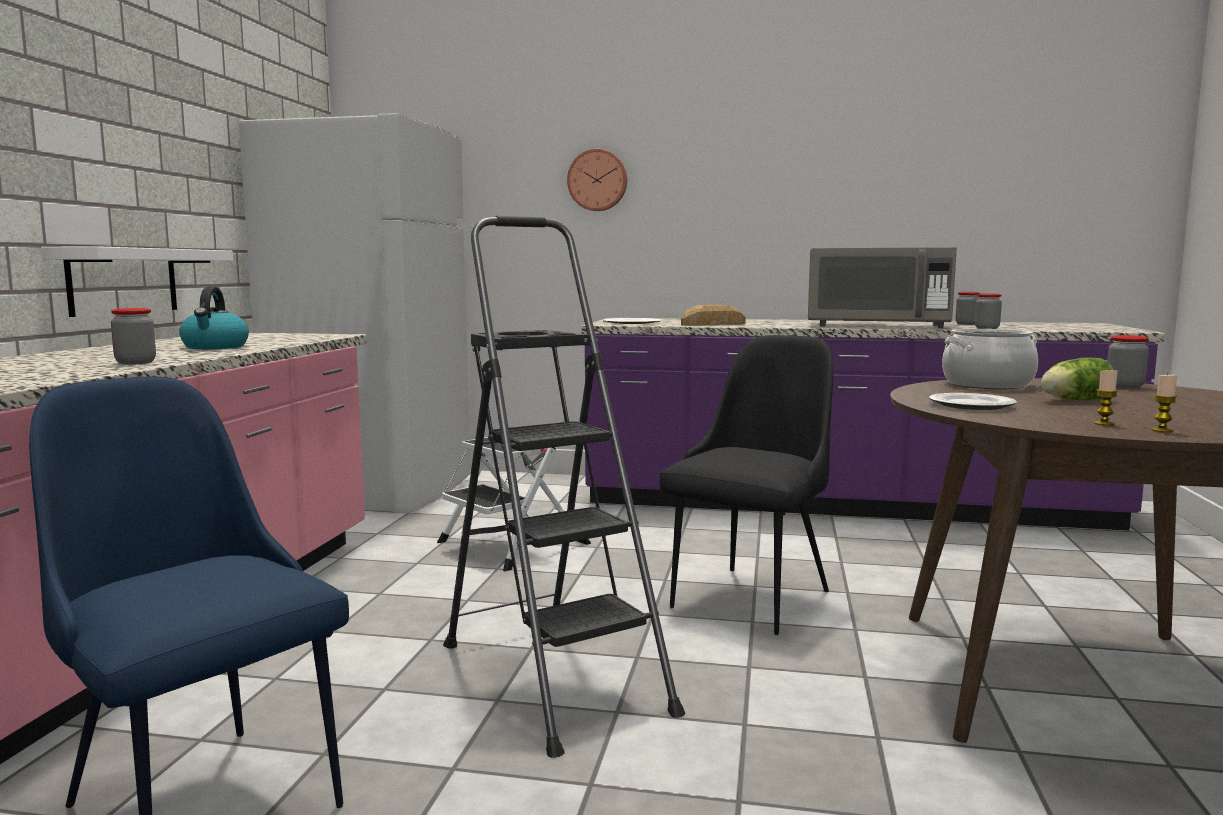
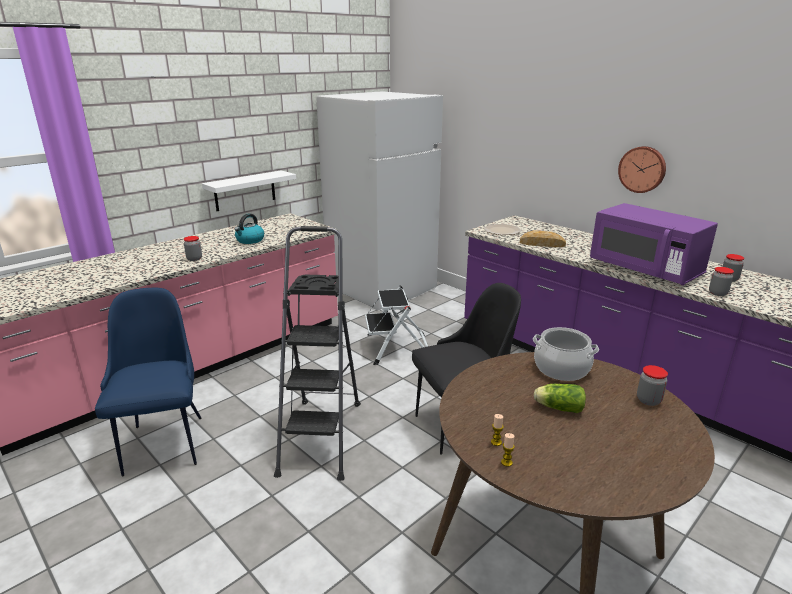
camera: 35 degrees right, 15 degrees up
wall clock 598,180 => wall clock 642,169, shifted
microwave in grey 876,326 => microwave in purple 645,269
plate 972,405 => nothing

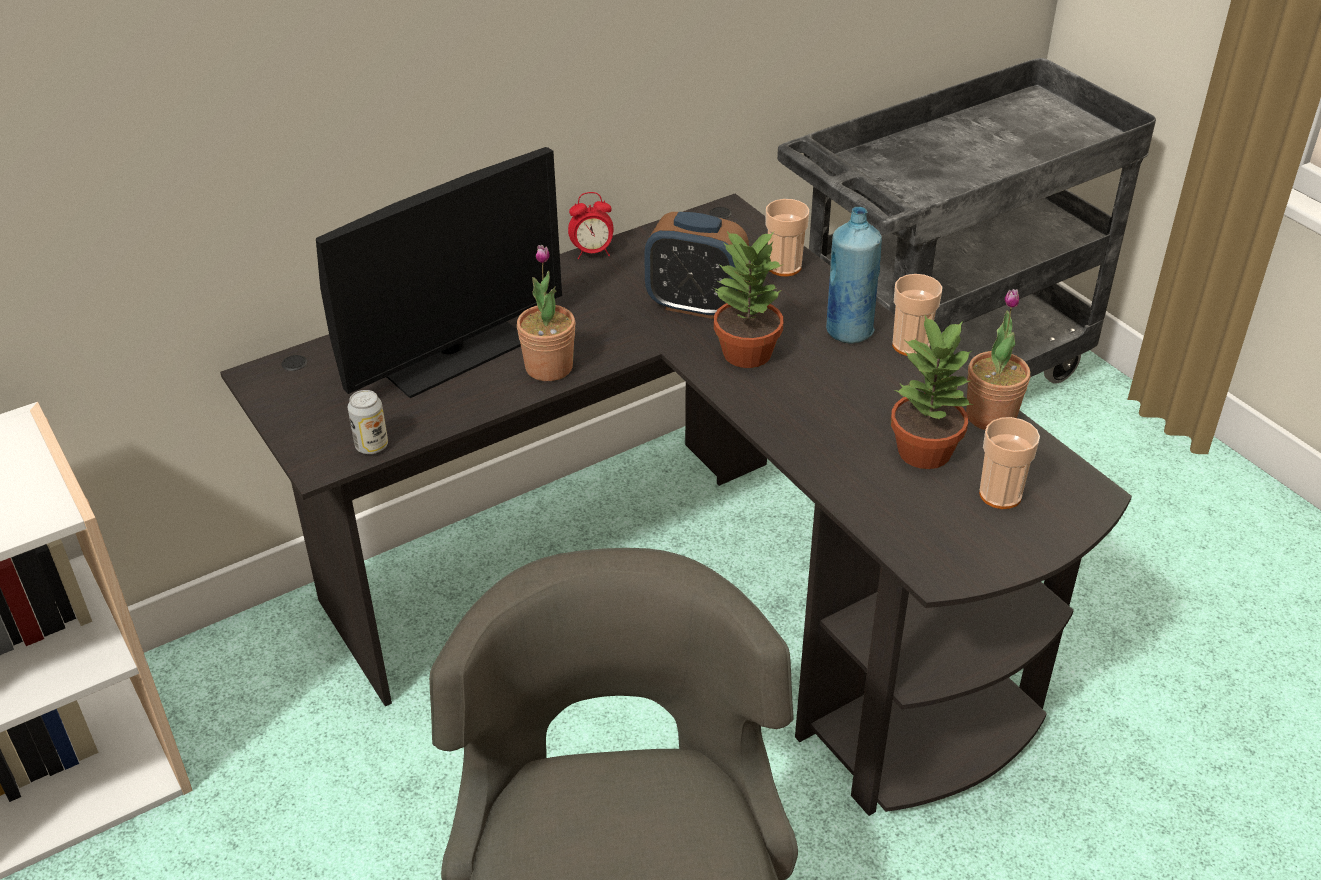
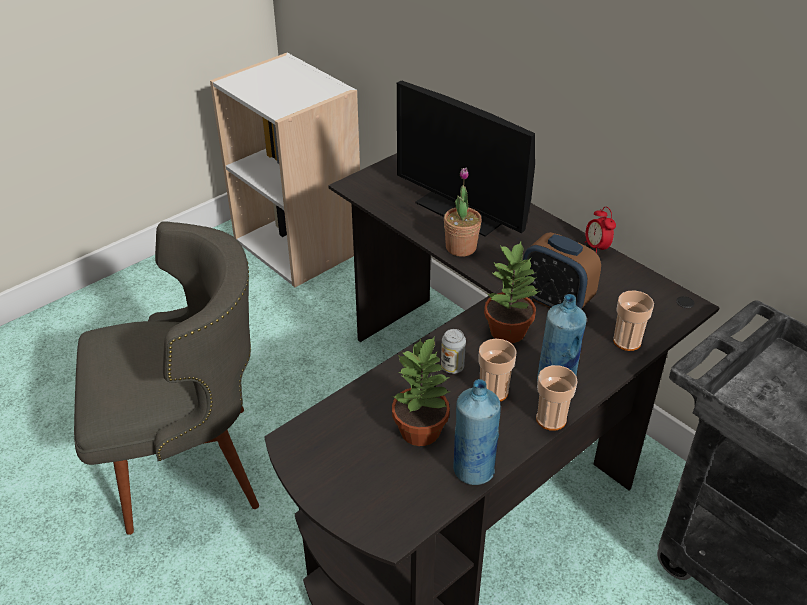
camera: 80 degrees right, 0 degrees up
alarm clock 695,305 => alarm clock 555,301, 60 degrees counterclockwise
potted plant 990,416 => bottle in blue 473,470
can 372,446 => can 452,367, shifted
cup 1000,495 => cup 493,391, shifted

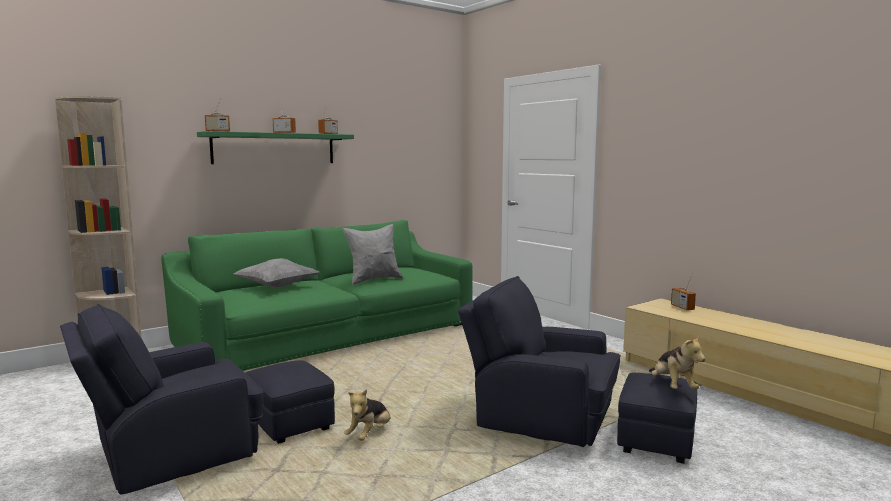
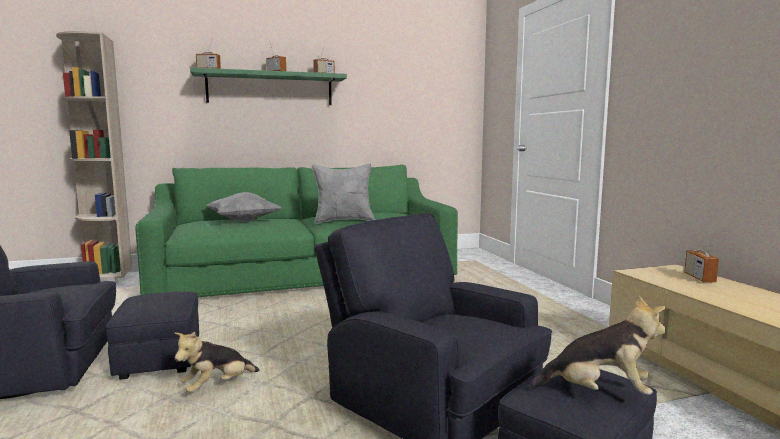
camera: 20 degrees right, 0 degrees up
plush toy 672,386 => plush toy 598,392, 90 degrees counterclockwise

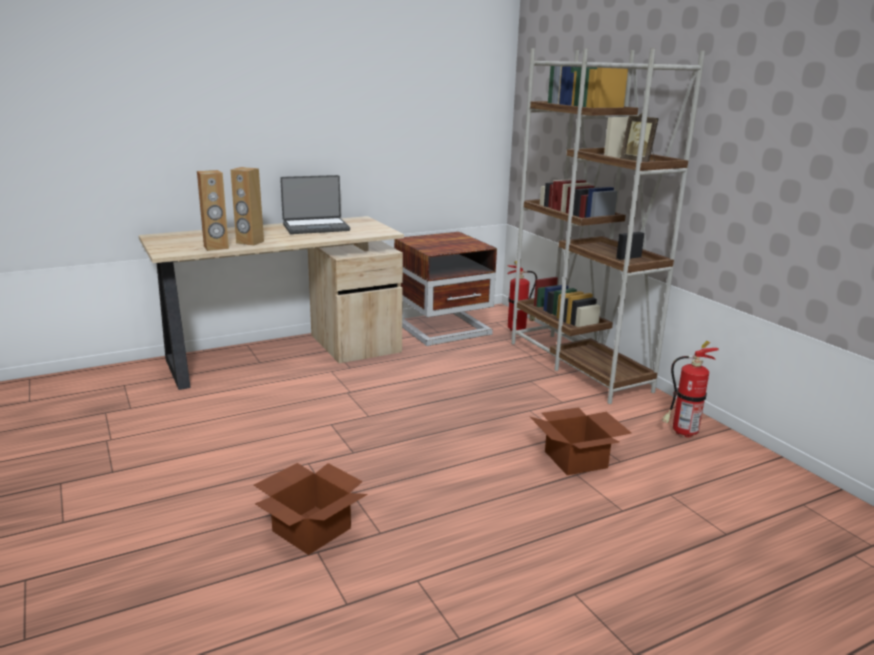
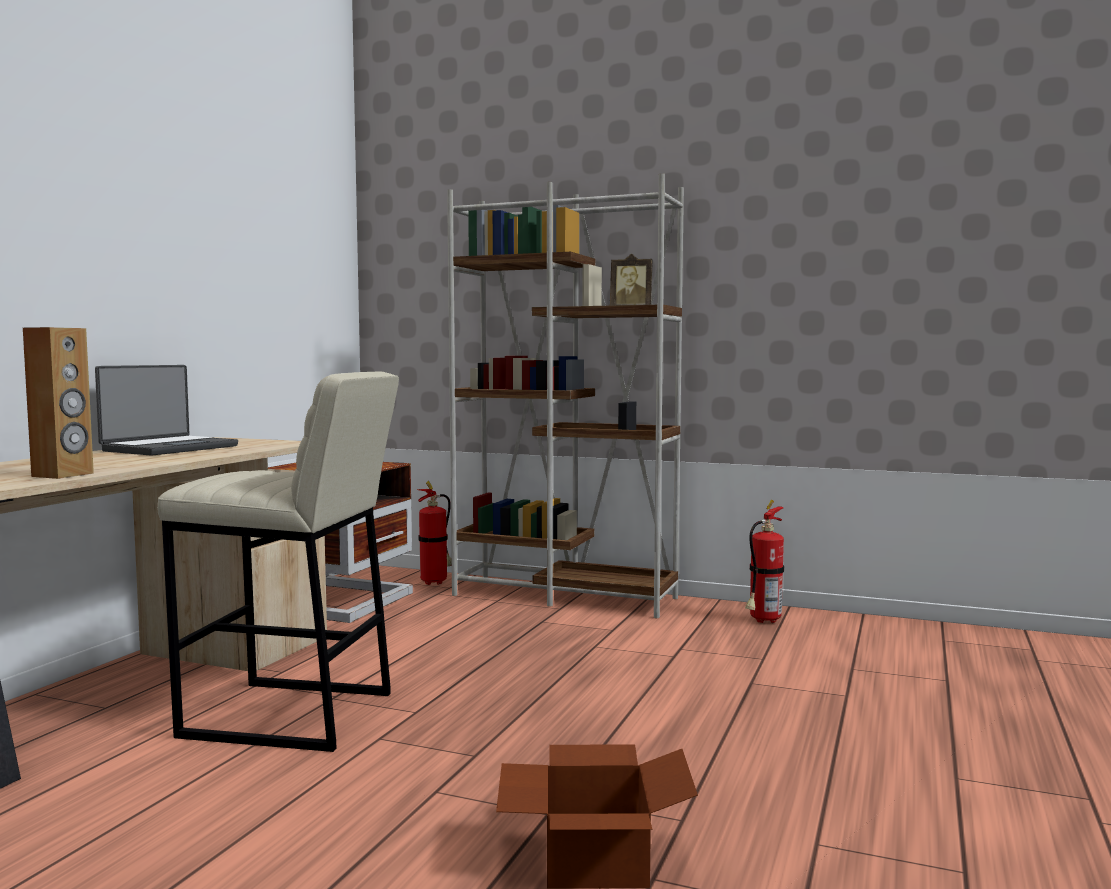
camera: 40 degrees left, 15 degrees down
speaker in brown 249,242 => nothing
cardboard box 577,460 => nothing
nothing => stool in beige 294,715

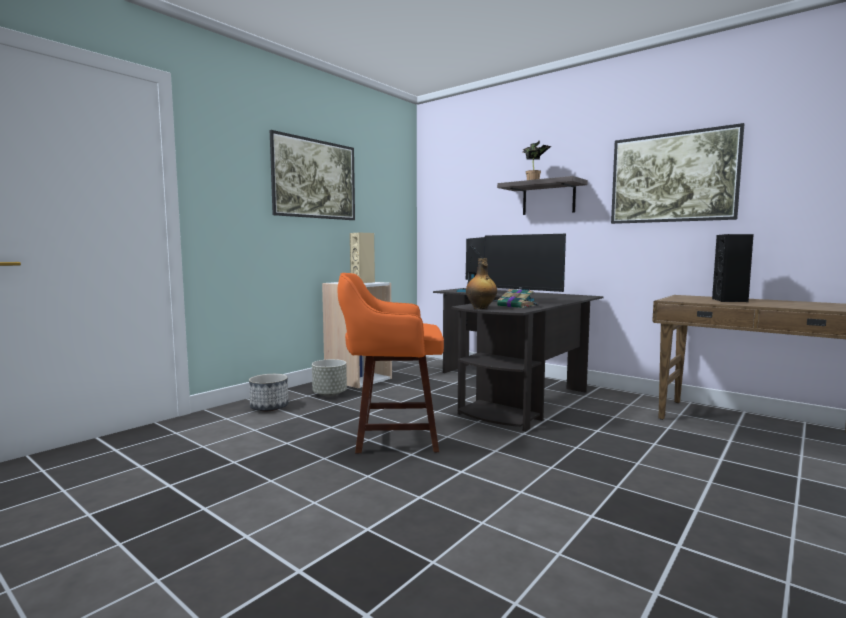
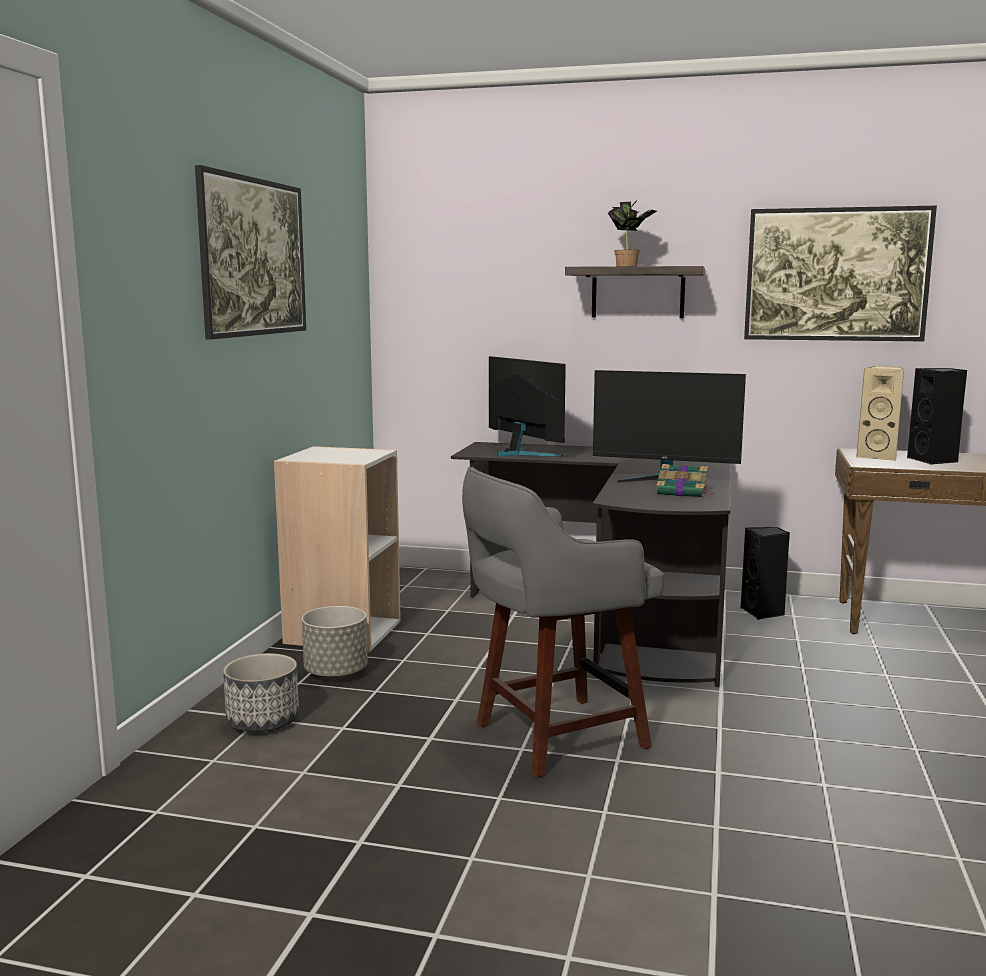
camera: 25 degrees left, 5 degrees up
speaker in beige 363,282 => speaker in beige 879,456, shifted
bottle 481,308 => nothing
stool in orange 392,438 => stool in grey 553,737
nothing => speaker in black 763,613

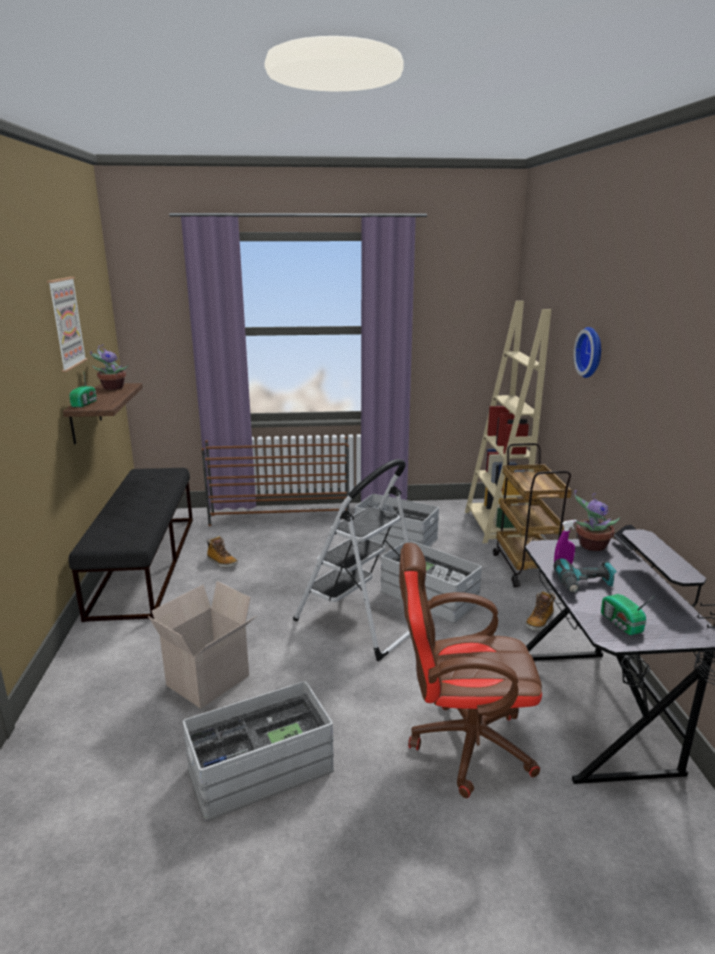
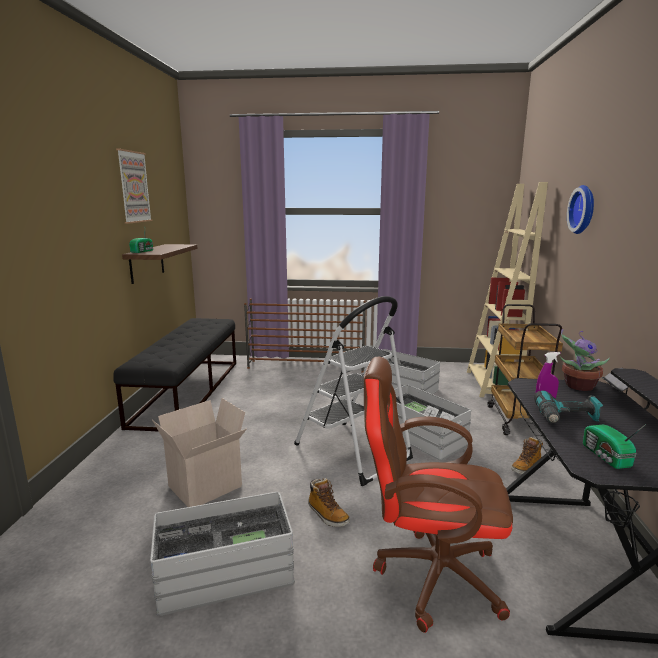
camera: 10 degrees right, 5 degrees down
potted plant 112,388 => nothing
boot 222,562 => boot 327,515, shifted

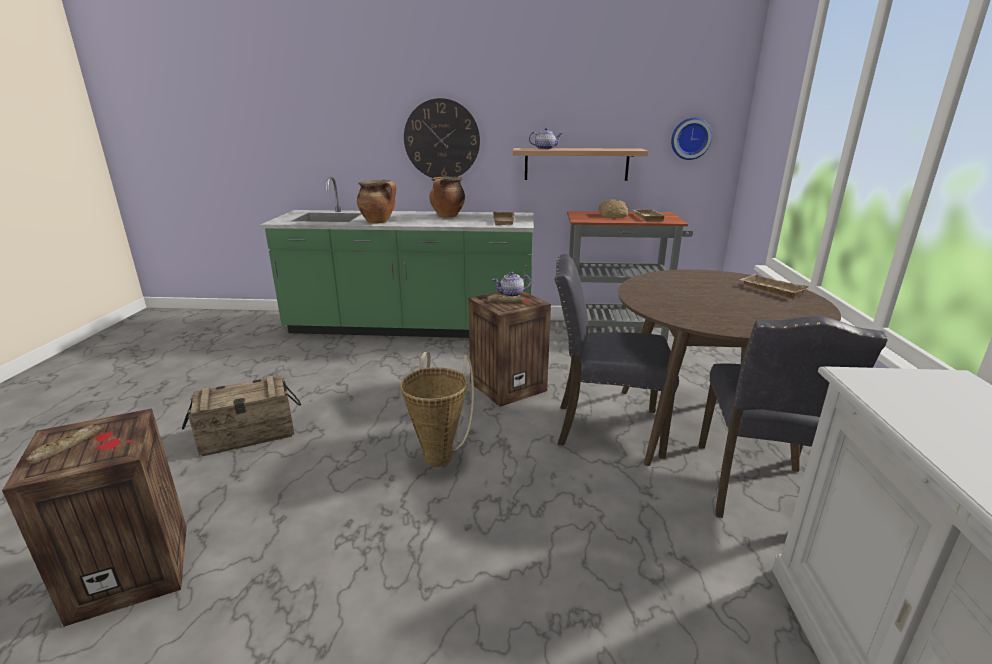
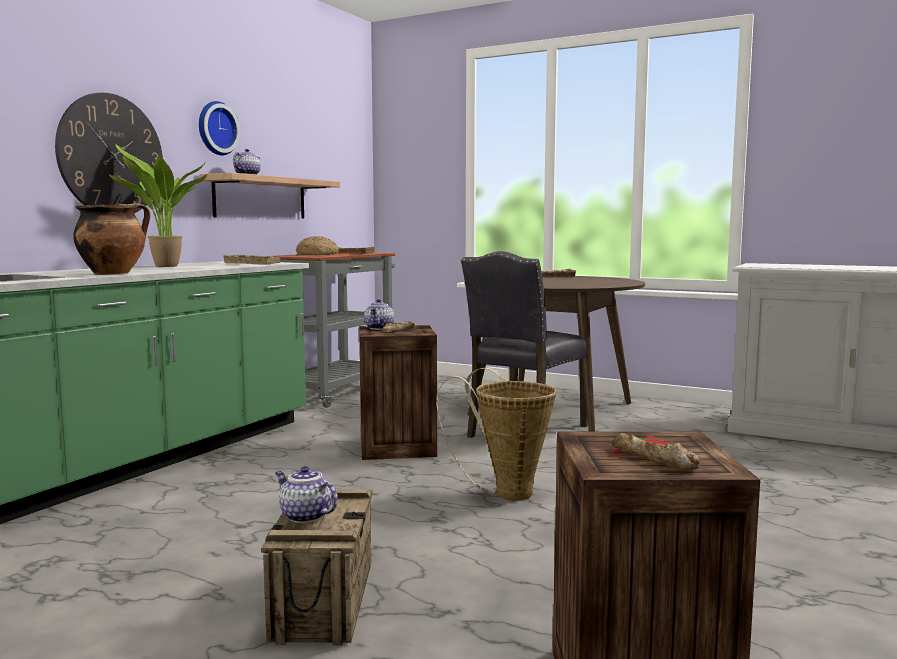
camera: 65 degrees left, 15 degrees down
wall clock 690,138 => wall clock 215,128, shifted
cooking pot 447,216 => potted plant 163,266
chair in grey 755,487 => nothing
nothing => teapot 304,516

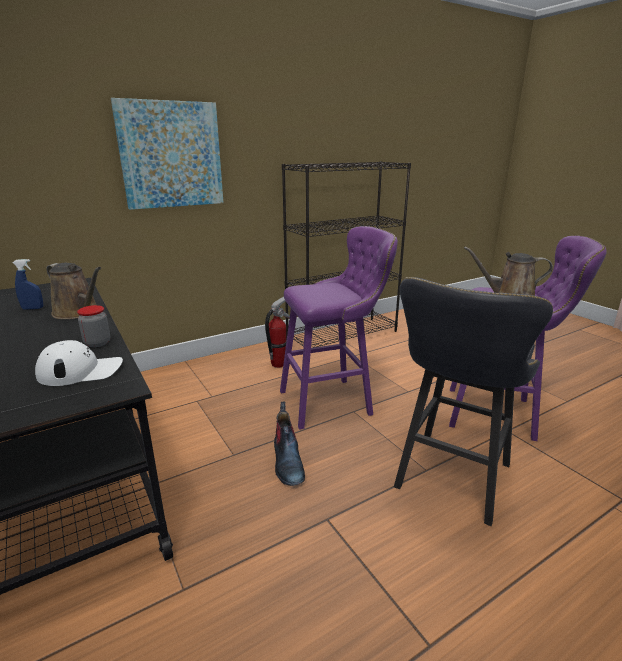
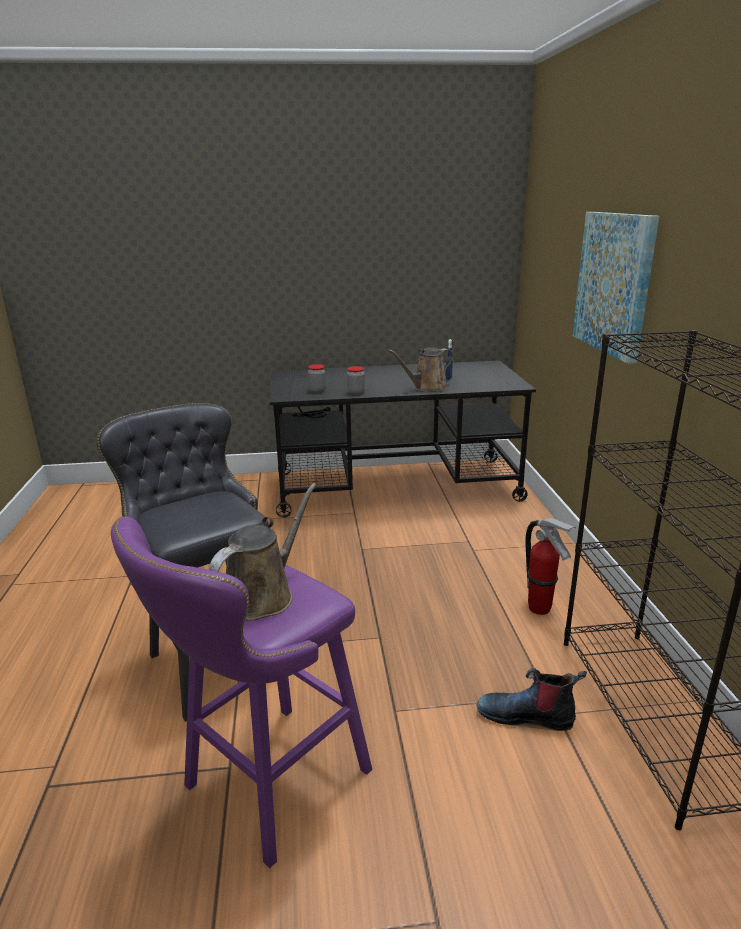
camera: 115 degrees right, 0 degrees up
stool in purple 335,400 => nothing
cap in white 81,371 => jar 317,390
boot 287,462 => boot 526,715, shifted

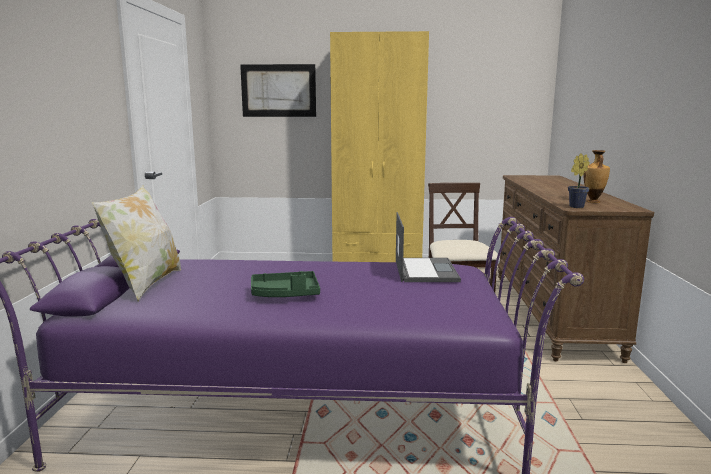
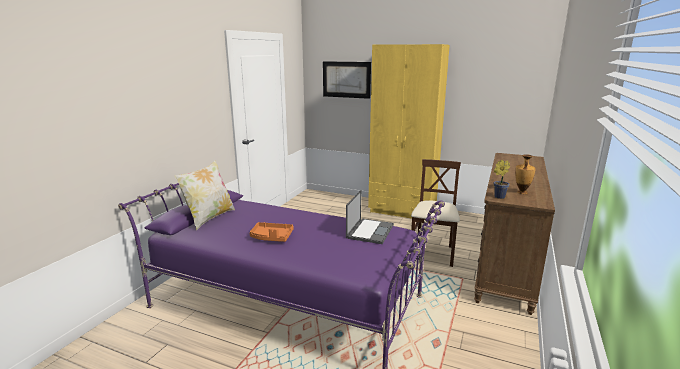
camera: 20 degrees right, 5 degrees up
tray in green 285,294 => tray in orange 271,237

